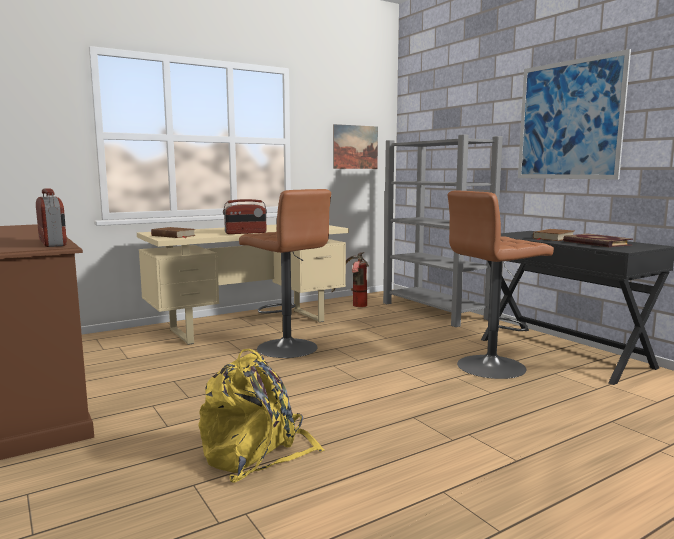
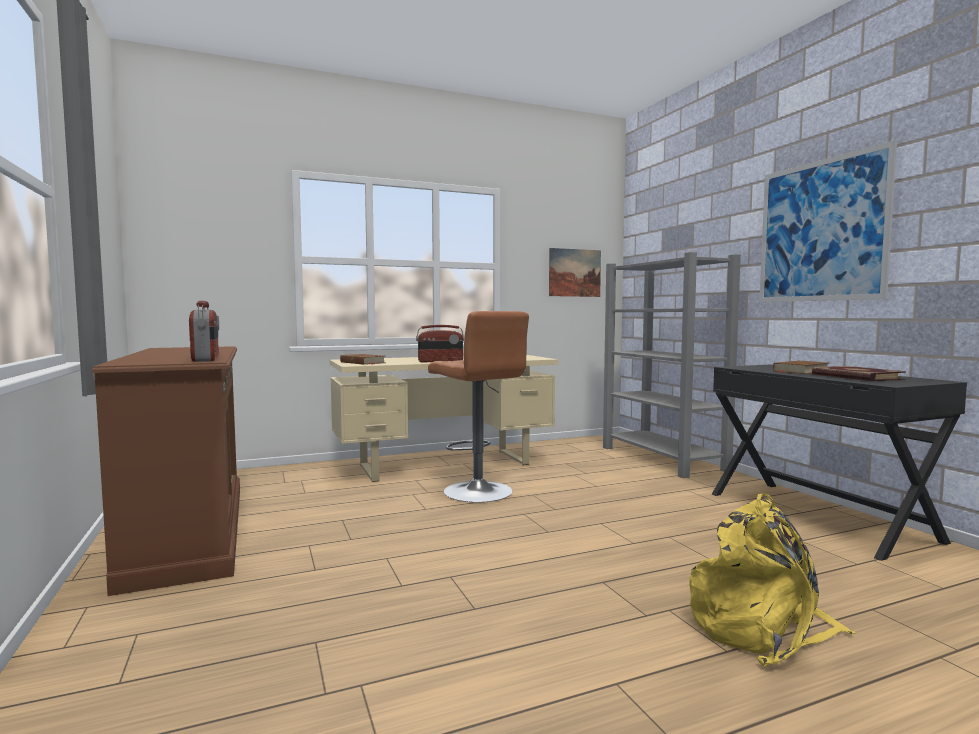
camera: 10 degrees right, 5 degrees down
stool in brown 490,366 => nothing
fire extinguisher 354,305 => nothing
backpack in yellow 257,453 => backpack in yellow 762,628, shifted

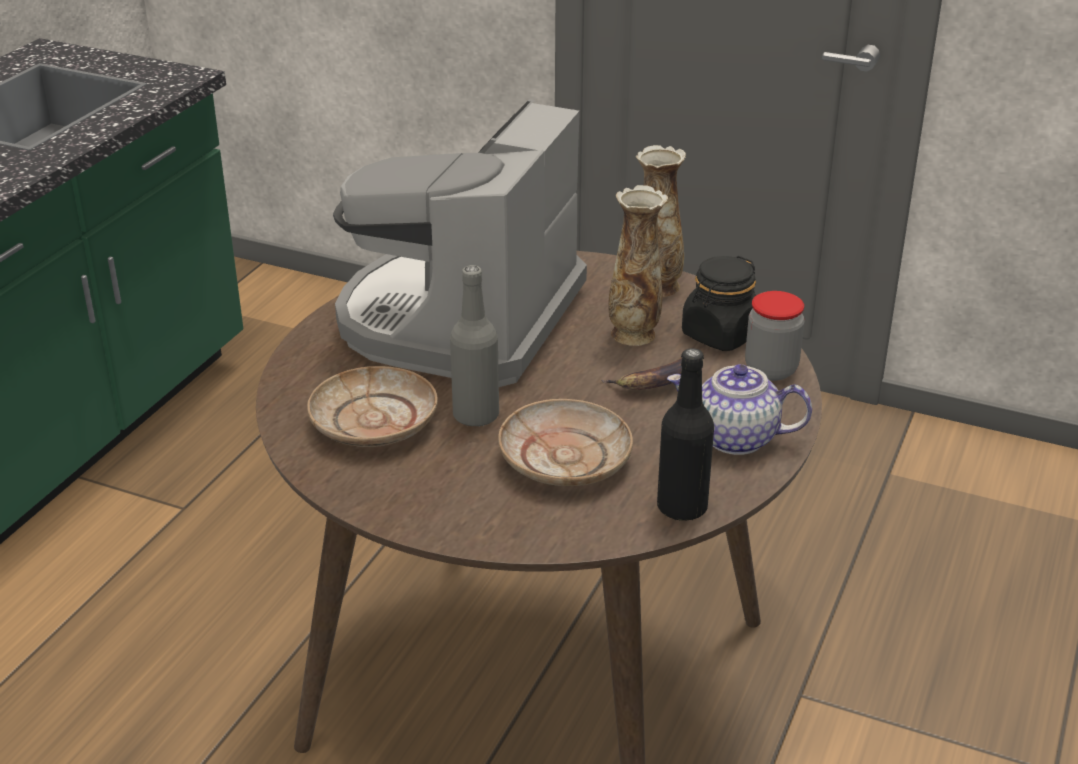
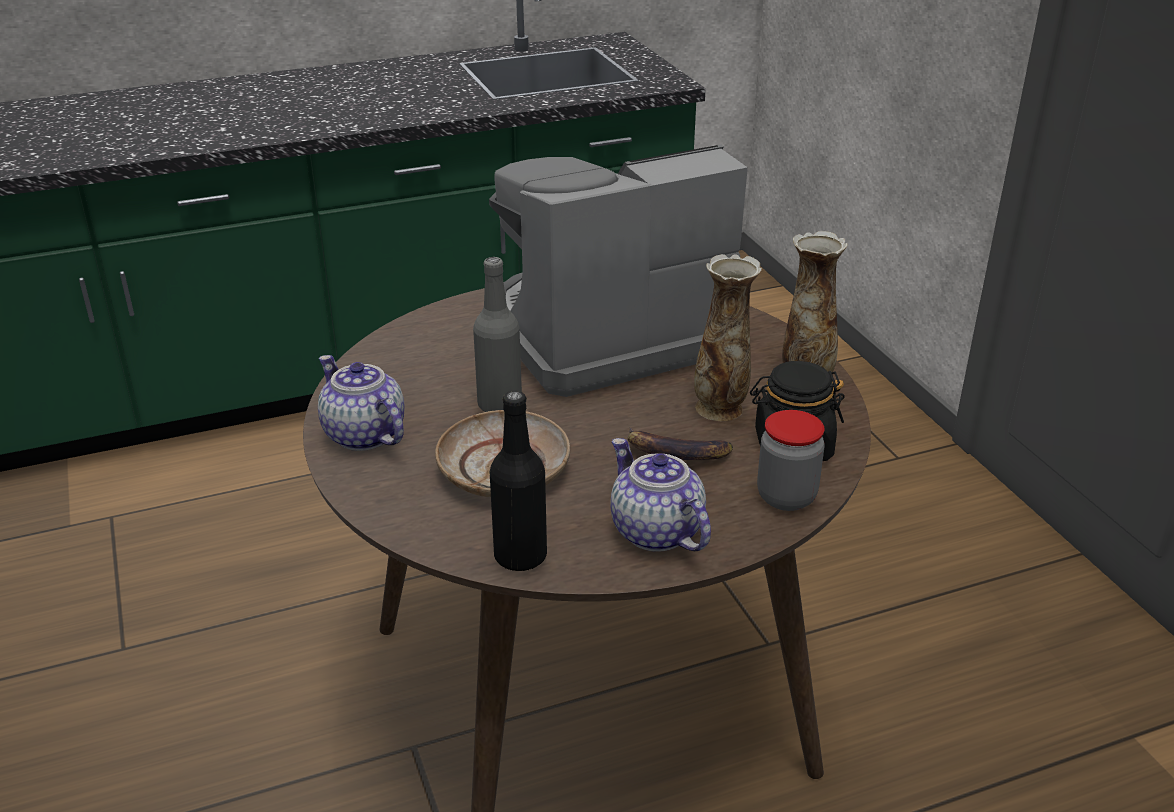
camera: 45 degrees right, 0 degrees up
plate in beige 373,423 => nothing
nothing => teapot 363,434

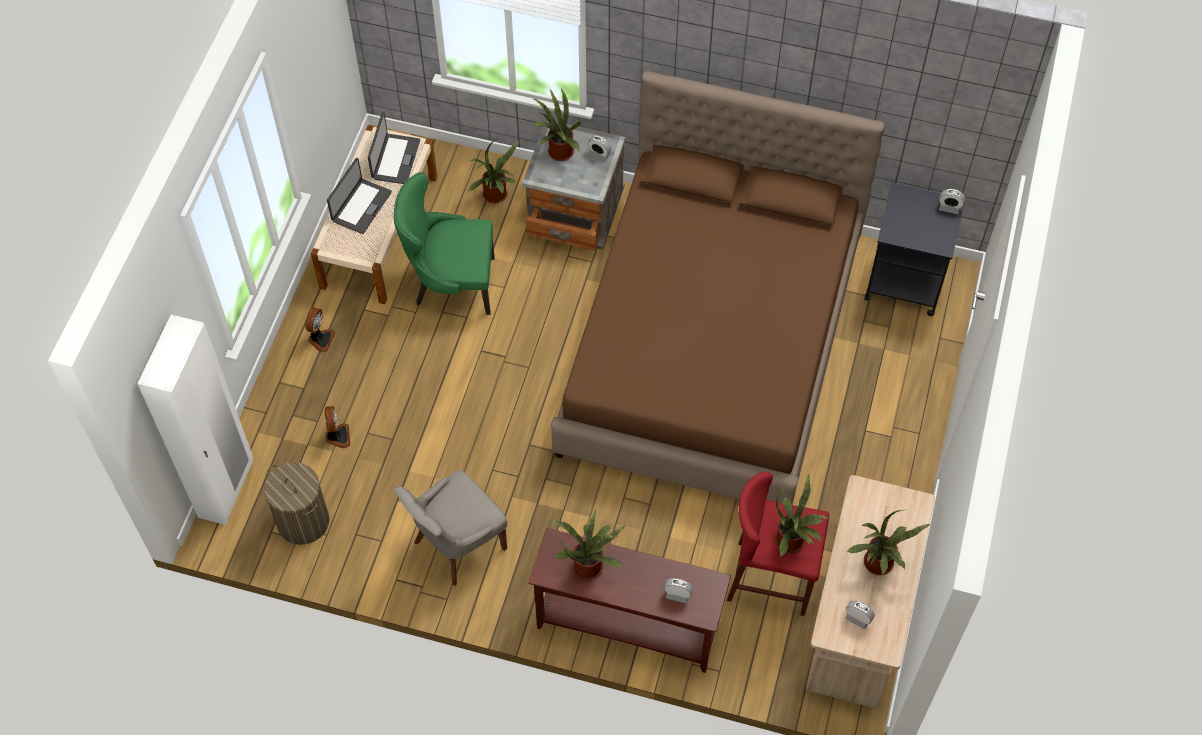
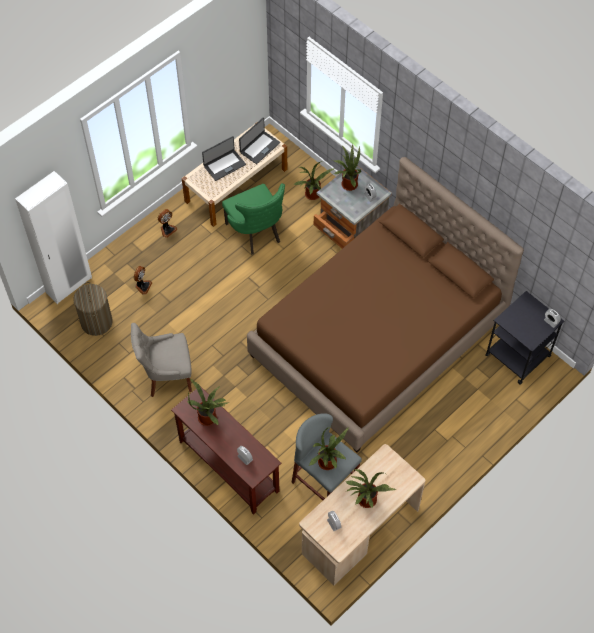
camera: 30 degrees right, 0 degrees up
chair in green 451,284 => chair in green 256,233, 150 degrees counterclockwise
stool in red 771,578 => stool in grey 324,483

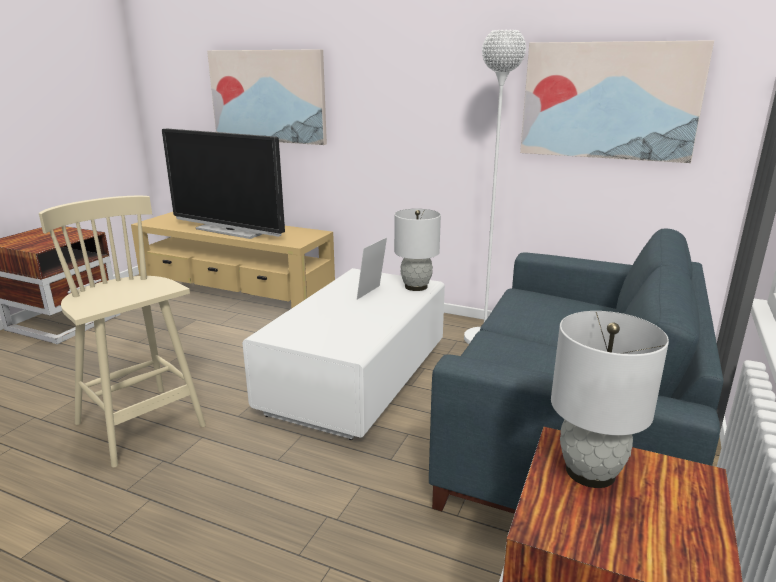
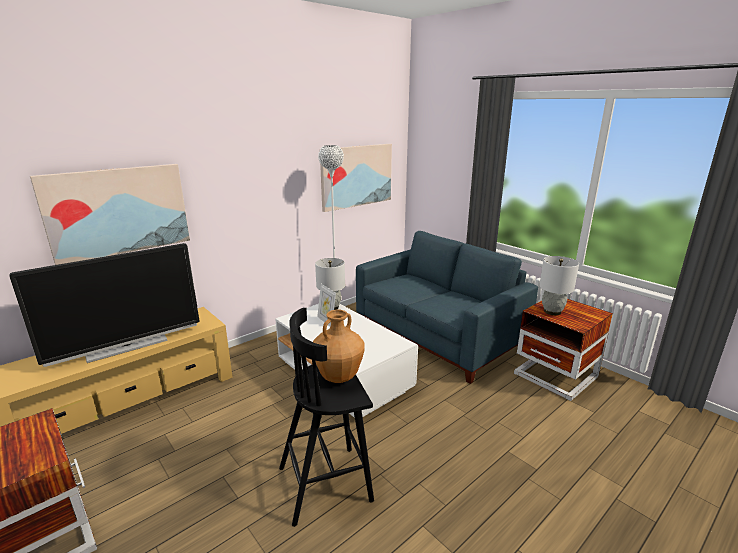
camera: 65 degrees left, 0 degrees up
stool in beige 142,426 => stool in black 328,482
nothing => vase in brown 339,377

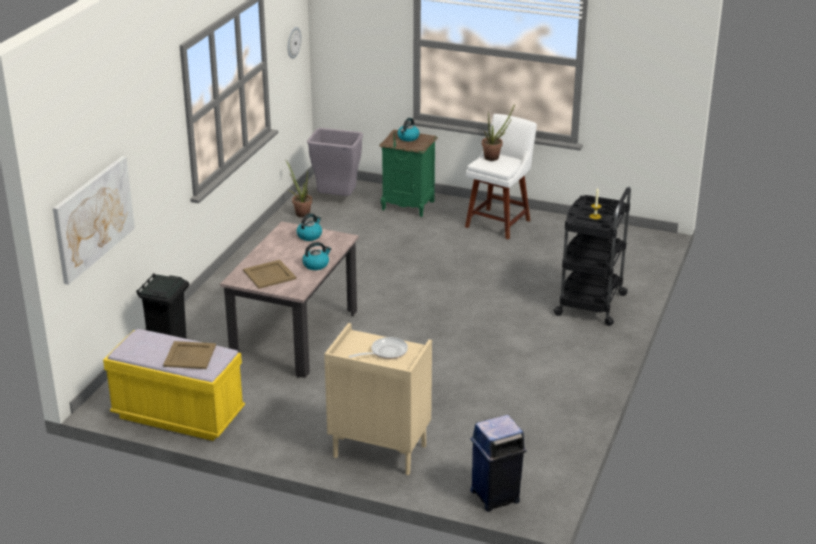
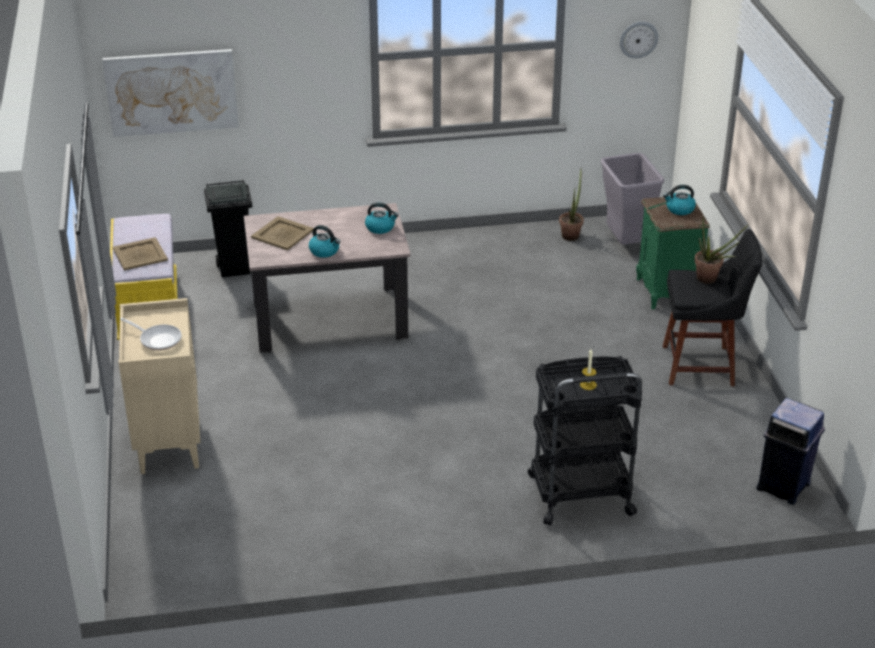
camera: 60 degrees right, 5 degrees up
stool in white 499,222 => stool in black 702,365
trash can in blue 496,496 => trash can in blue 784,487, shifted

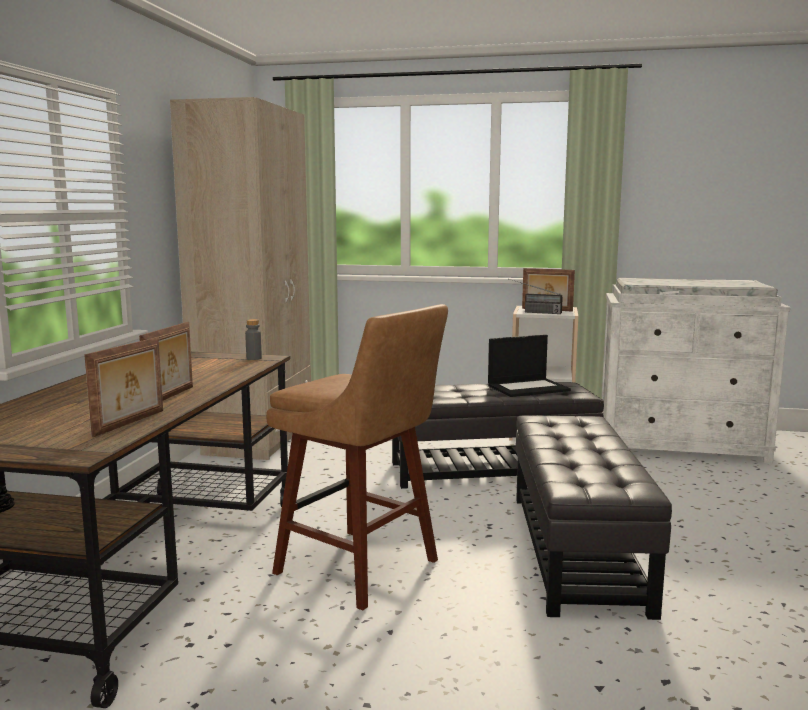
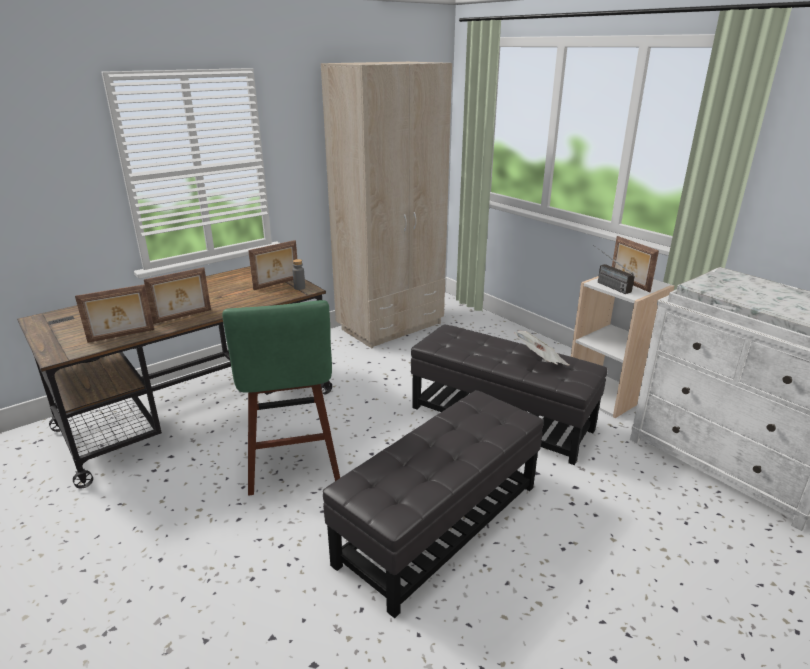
camera: 40 degrees right, 15 degrees up
stool in brown 361,569 => stool in green 292,464
laptop 528,388 => newspaper 540,361
nothing => picture frame 277,284

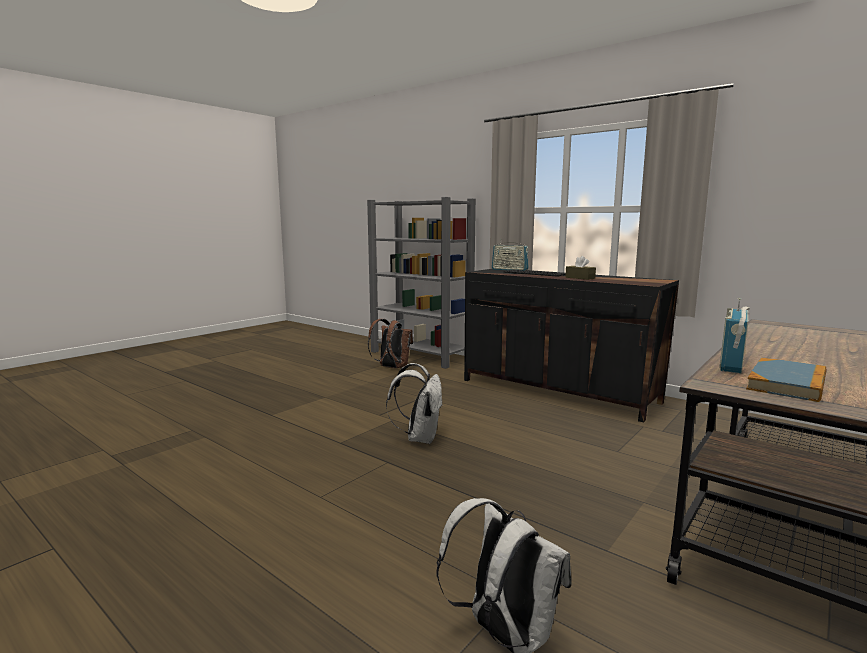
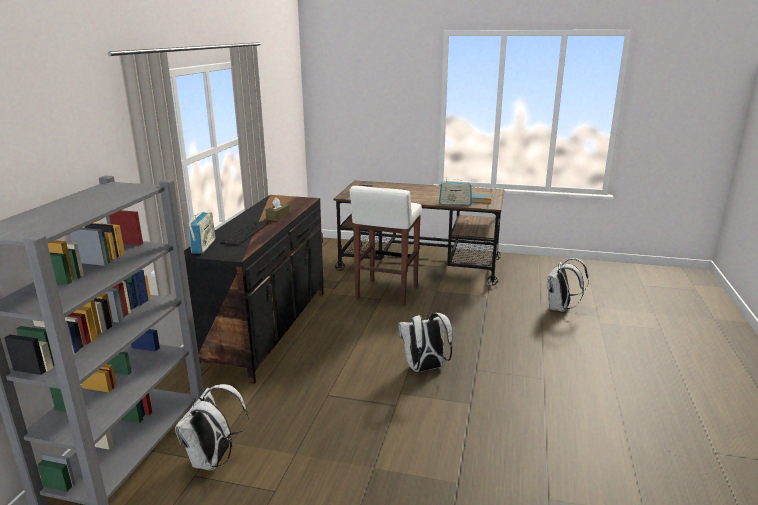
camera: 115 degrees left, 10 degrees up
backpack in brown 391,367 => backpack in white 213,460
nothing => stool in white 386,293

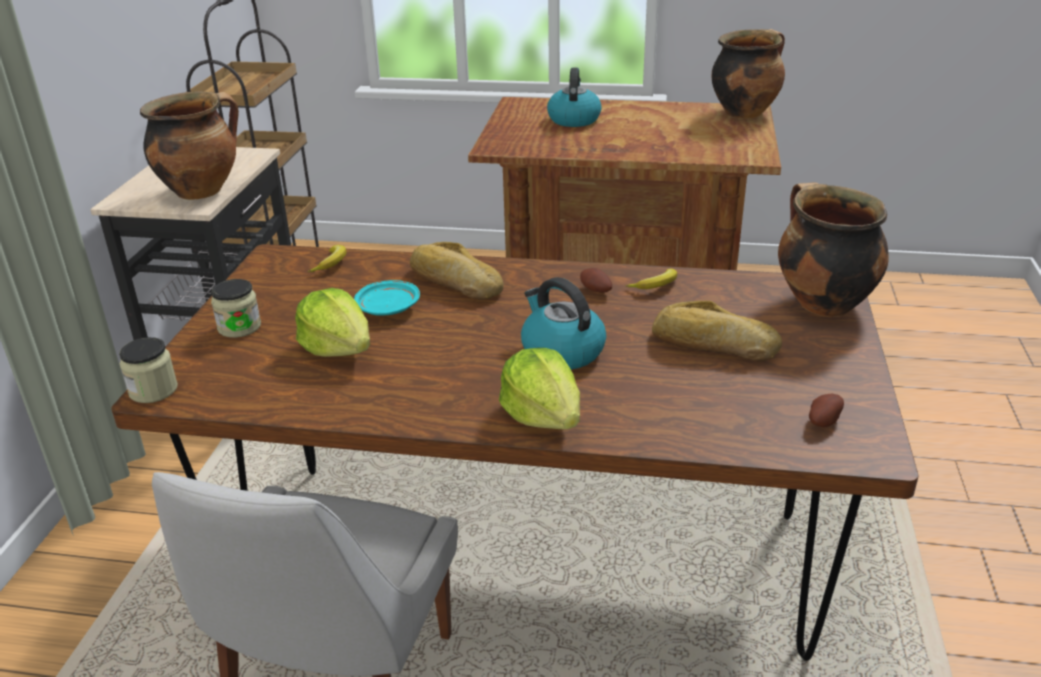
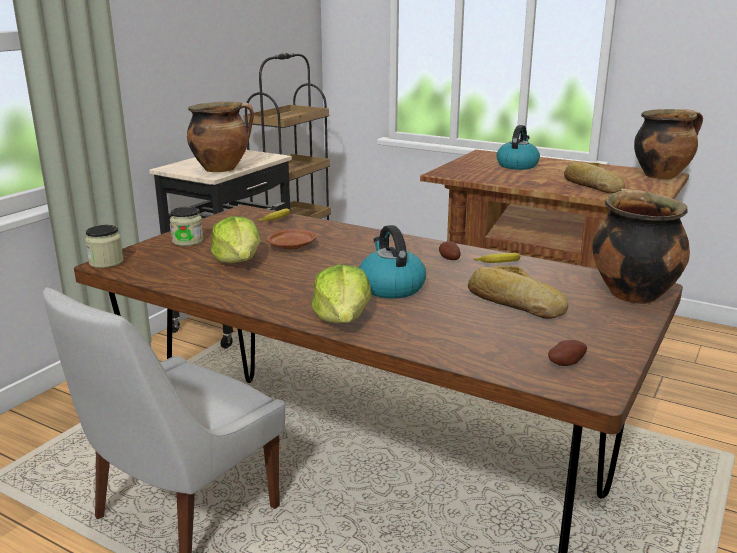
camera: 20 degrees right, 10 degrees down
bread 454,282 => bread 591,186, shifted
plate in turquoise 388,308 => plate in brown 292,246

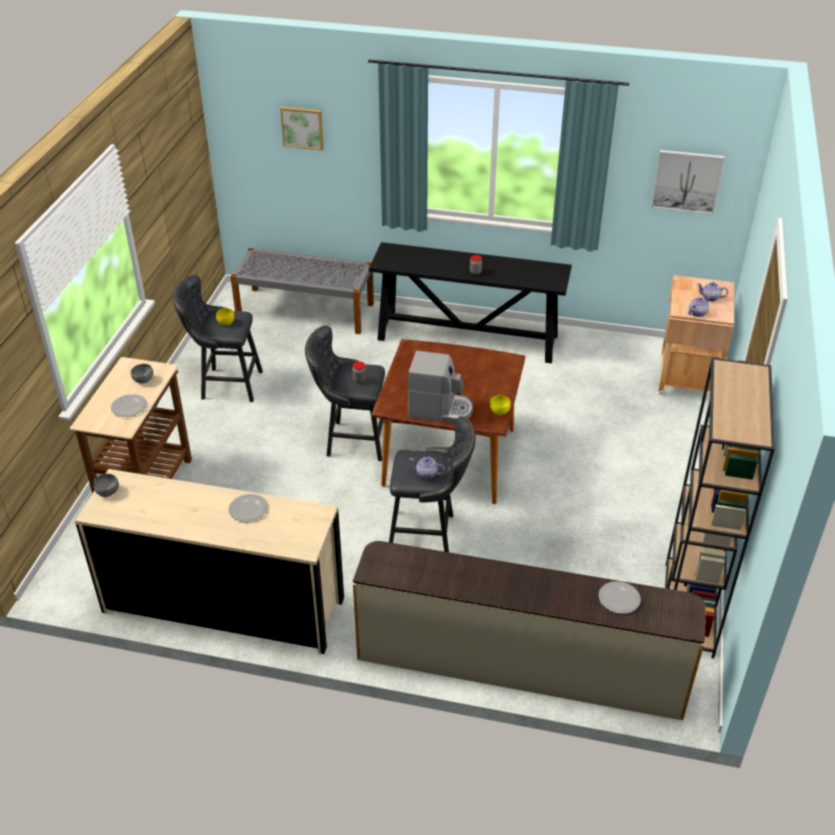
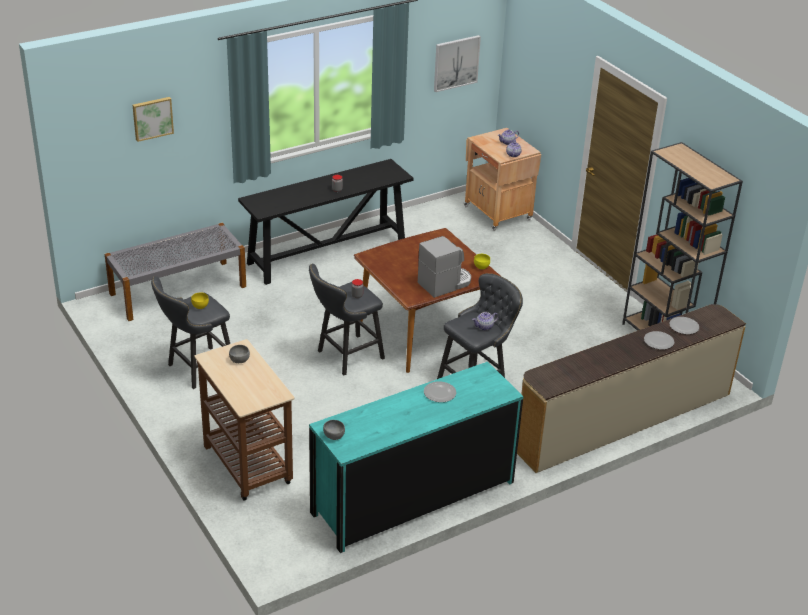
camera: 45 degrees left, 5 degrees down
plate 129,407 => plate 659,342, shifted
dresser in beige 223,604 => dresser in turquoise 411,497

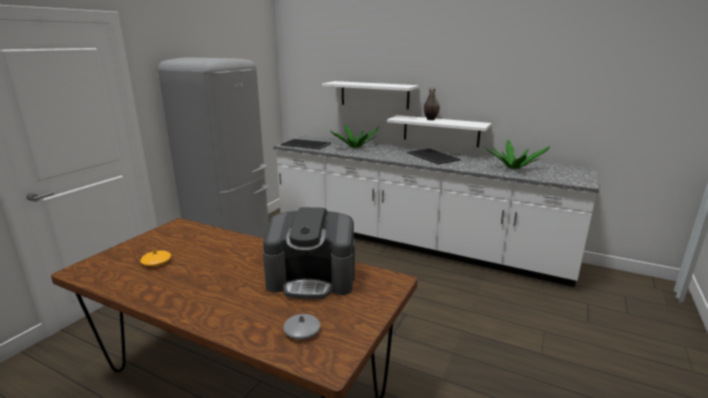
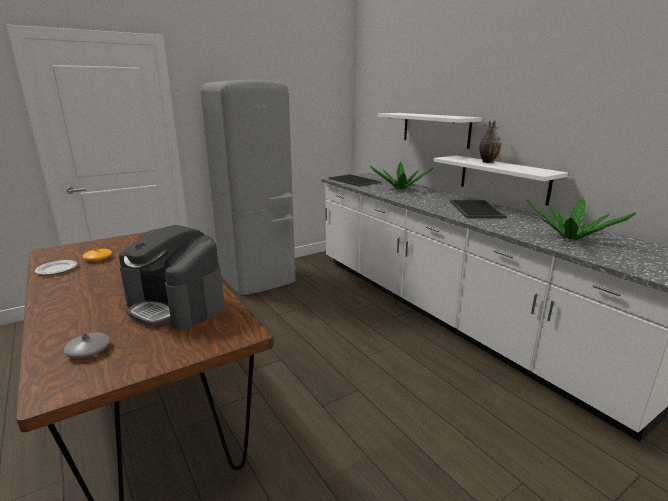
camera: 30 degrees right, 0 degrees up
nothing => plate 56,269

